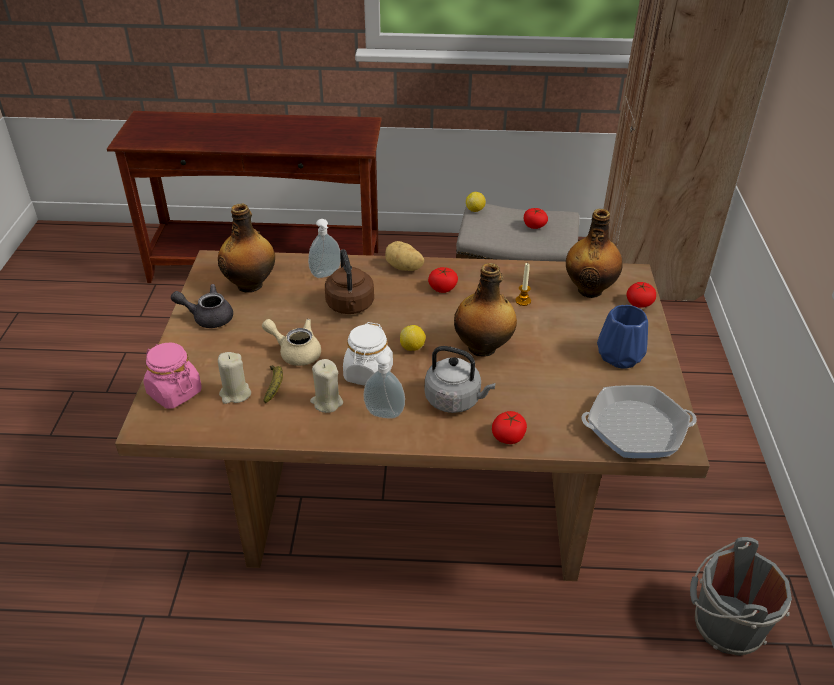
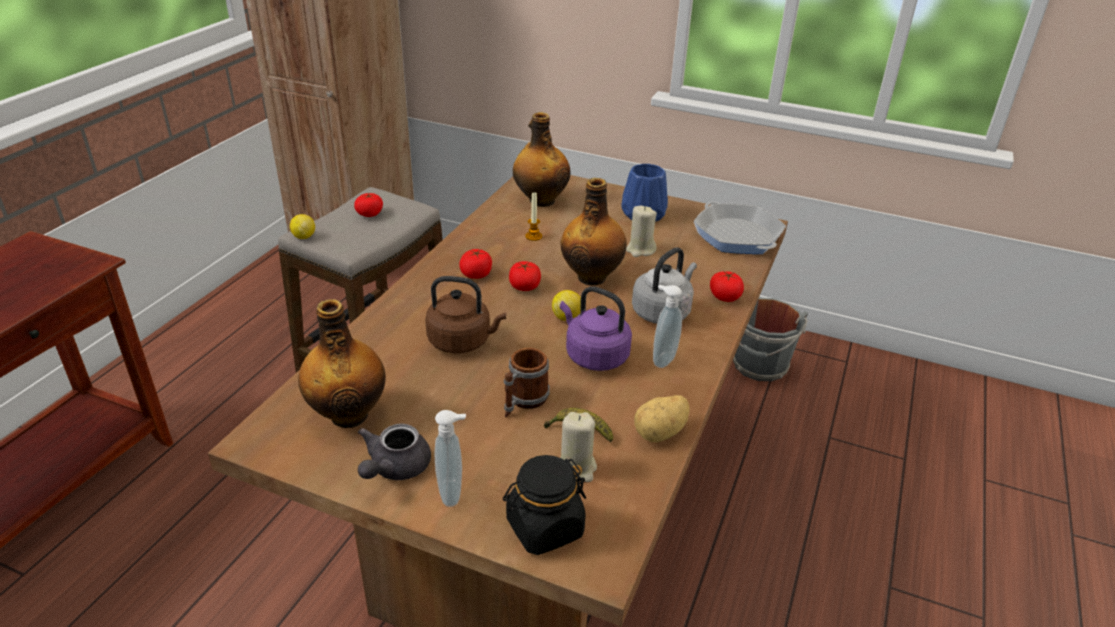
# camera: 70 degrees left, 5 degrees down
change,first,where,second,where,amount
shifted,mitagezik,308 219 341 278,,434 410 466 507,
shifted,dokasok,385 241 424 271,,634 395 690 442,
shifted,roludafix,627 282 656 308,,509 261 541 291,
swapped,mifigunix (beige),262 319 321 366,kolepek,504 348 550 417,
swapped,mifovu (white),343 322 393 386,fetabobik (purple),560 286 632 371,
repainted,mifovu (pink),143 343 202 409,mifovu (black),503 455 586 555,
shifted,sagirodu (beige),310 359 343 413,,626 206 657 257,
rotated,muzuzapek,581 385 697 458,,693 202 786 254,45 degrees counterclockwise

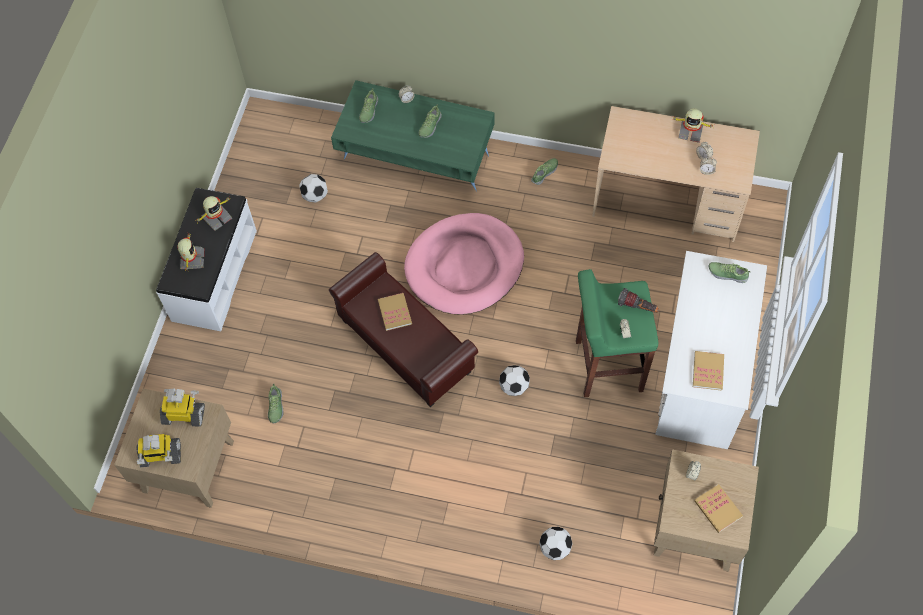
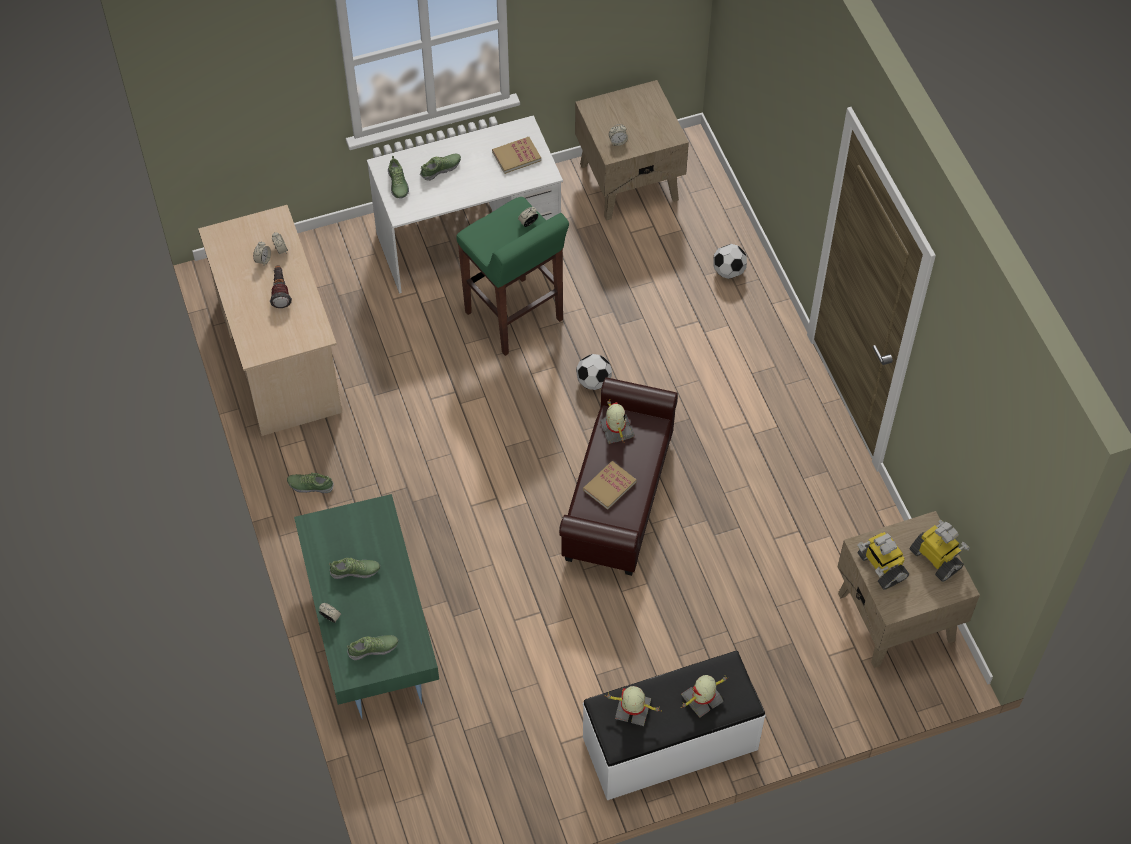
# camera: 125 degrees left, 5 degrees down
change,first,where,second,where,amount
shifted,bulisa,673 108 714 143,,600 399 635 444,
gone,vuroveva,299 174 328 202,,,
gone,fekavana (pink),404 213 524 315,,,
shifted,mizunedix,618 288 659 312,,270 265 292 308,
shifted,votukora,268 383 283 423,,420 154 461 181,
gone,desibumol,694 484 743 533,,,

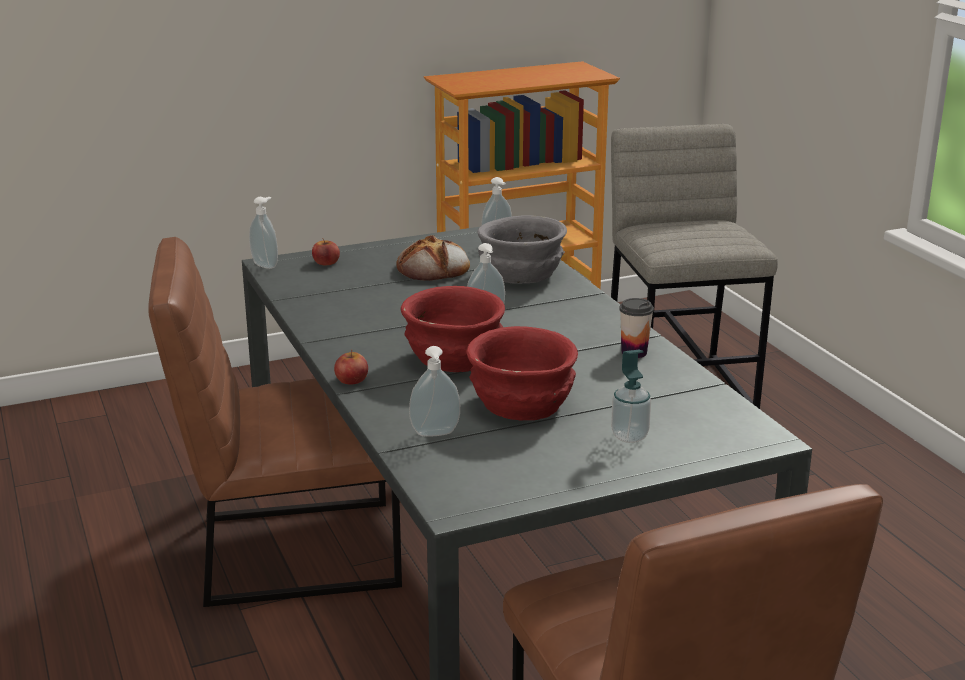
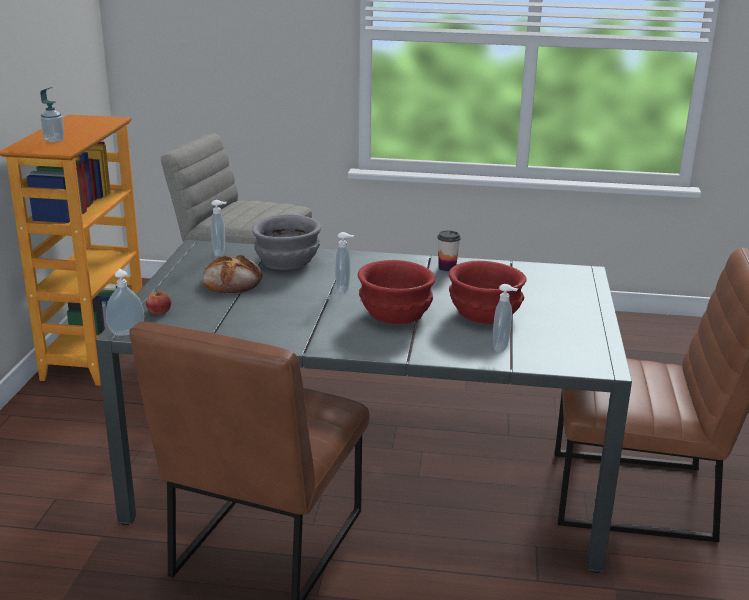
# camera: 60 degrees left, 0 degrees up
change,first,where,second,where,amount
gone,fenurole,334 350 368 384,,,
shifted,mitagezik,611 350 651 443,,40 87 64 142,

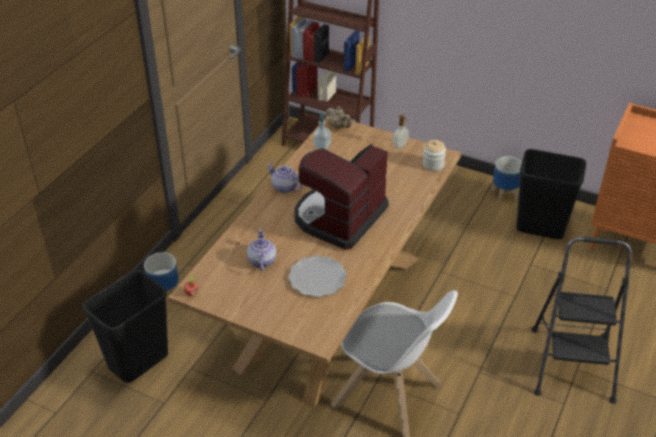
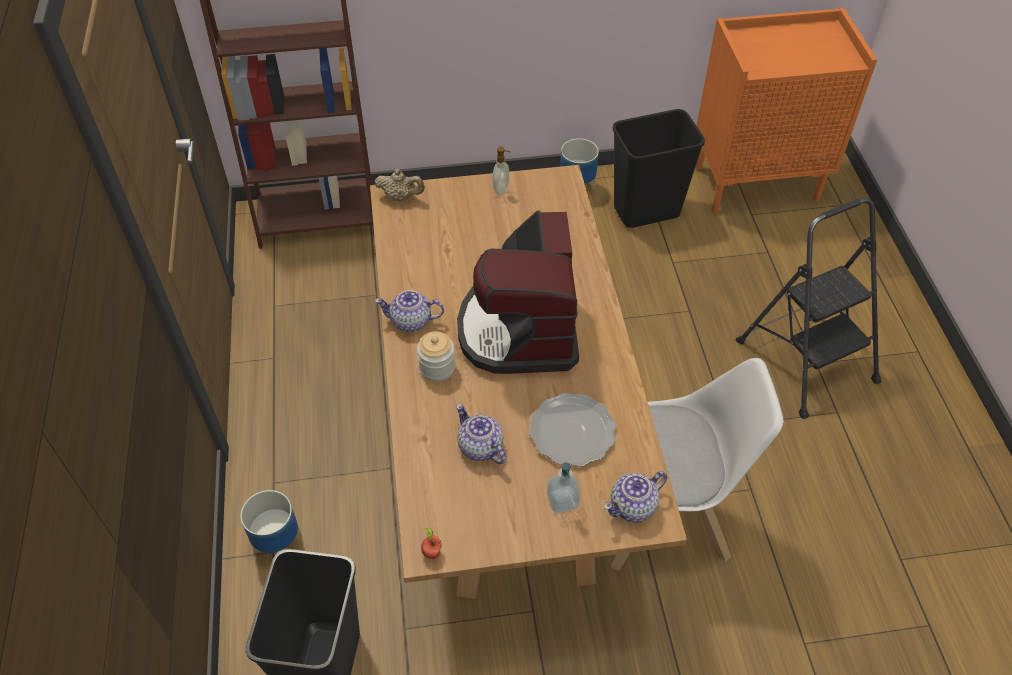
# camera: 35 degrees left, 10 degrees up
change,first,where,second,where,amount
shifted,mitagezik,313 115 331 150,,547 462 581 514,
shifted,mifovu,423 140 446 171,,417 331 455 382,
new,,,mifigunix,604 471 667 522,

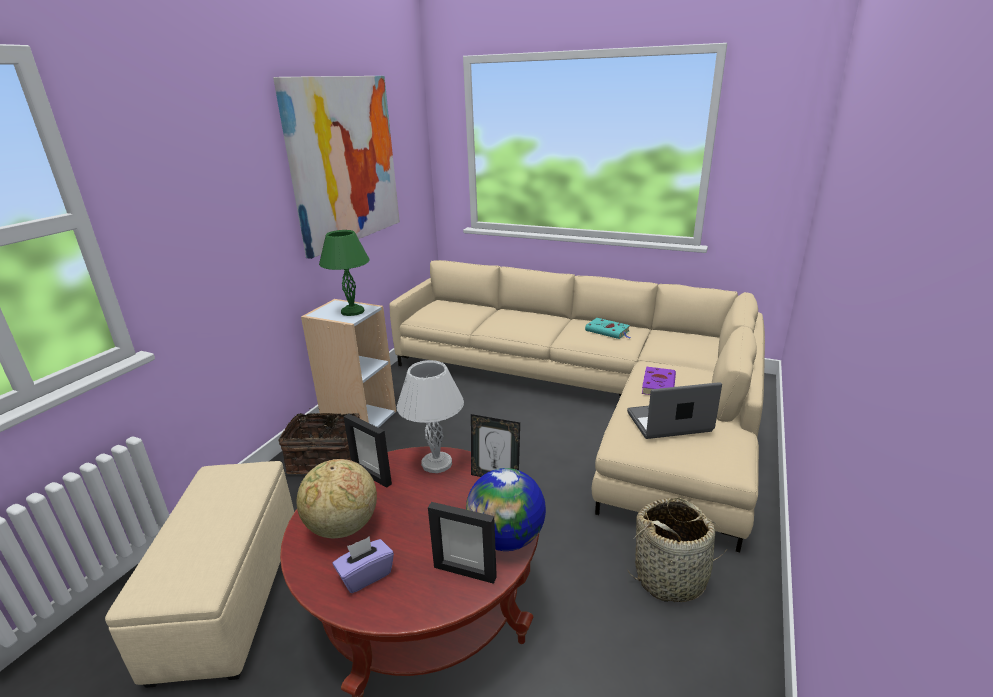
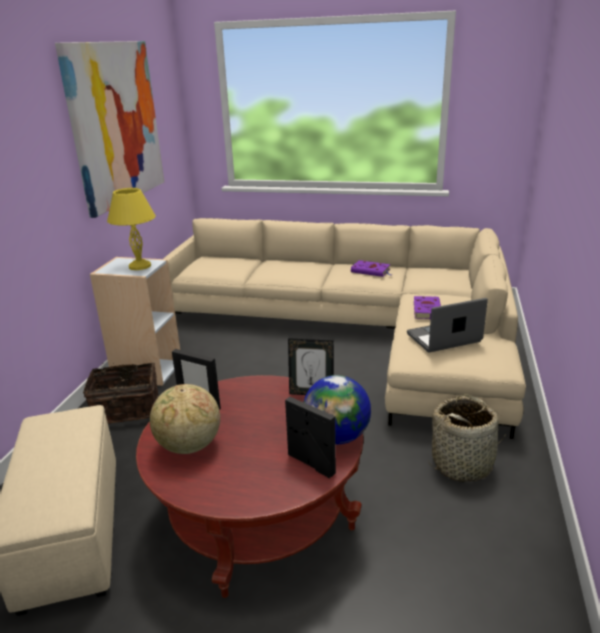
# camera: 10 degrees left, 0 degrees up
change,first,where,second,where,amount
repainted,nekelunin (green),319 230 370 316,nekelunin (yellow),107 188 156 270,
repainted,desibumol (turquoise),585 318 631 339,desibumol (purple),351 260 392 277,
gone,nekelunin (white),397 360 464 473,,,
rotated,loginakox,428 502 497 584,,285 397 336 478,150 degrees counterclockwise
gone,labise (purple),333 536 394 593,,,

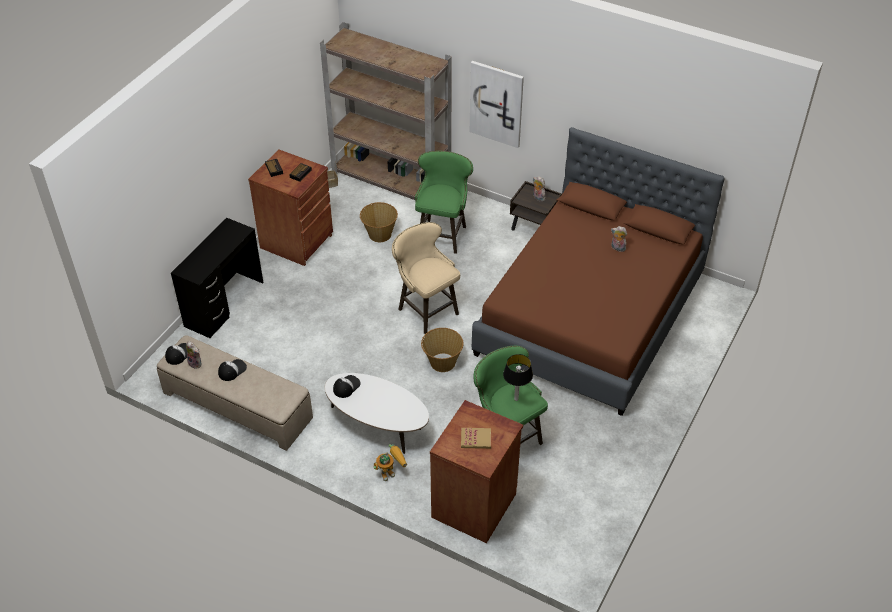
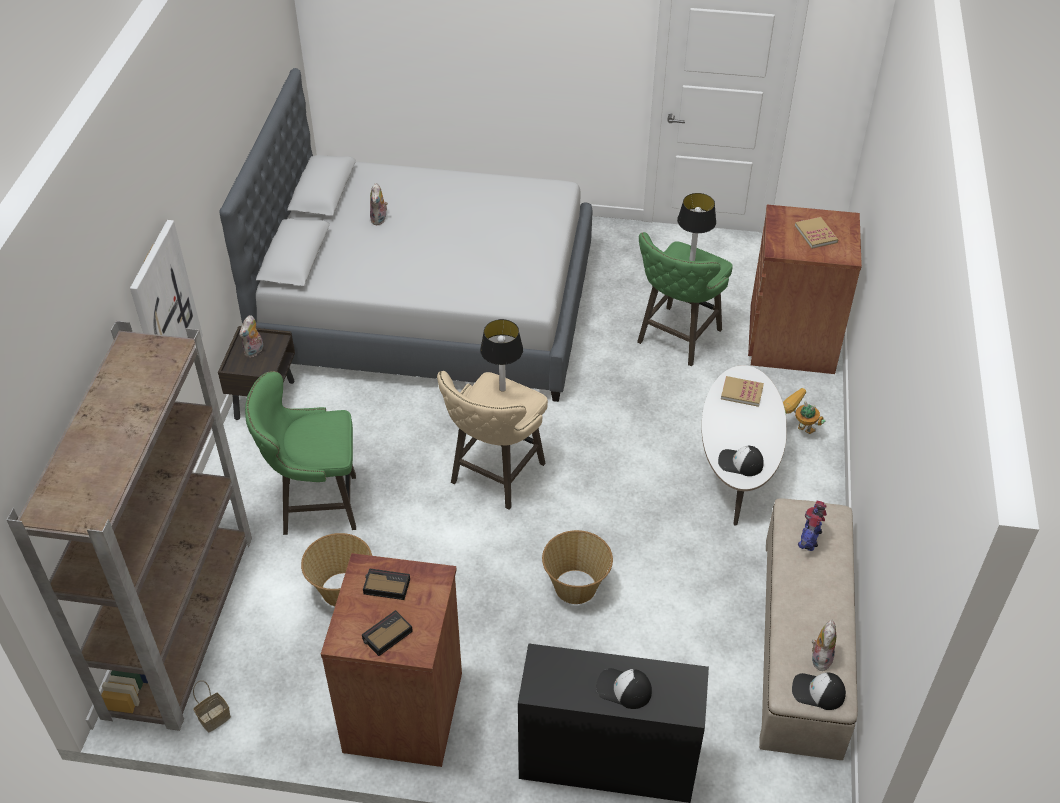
# camera: 110 degrees left, 0 degrees up
change,first,where,second,where,amount
repainted,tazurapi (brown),472 127 725 416,tazurapi (grey),219 68 592 402,
shifted,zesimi,421 328 463 372,,542 530 613 604,
shifted,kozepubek,218 359 247 381,,596 668 652 709,
new,,,nekelunin,480 319 523 392,
new,,,desibumol,721 376 764 407,
new,,,bulisa,798 501 827 551,

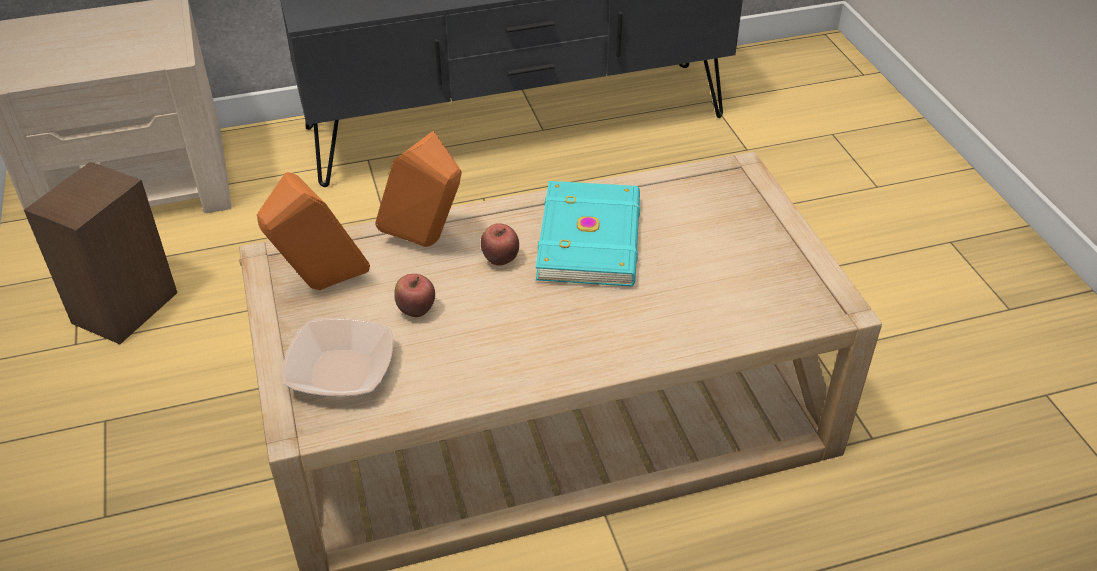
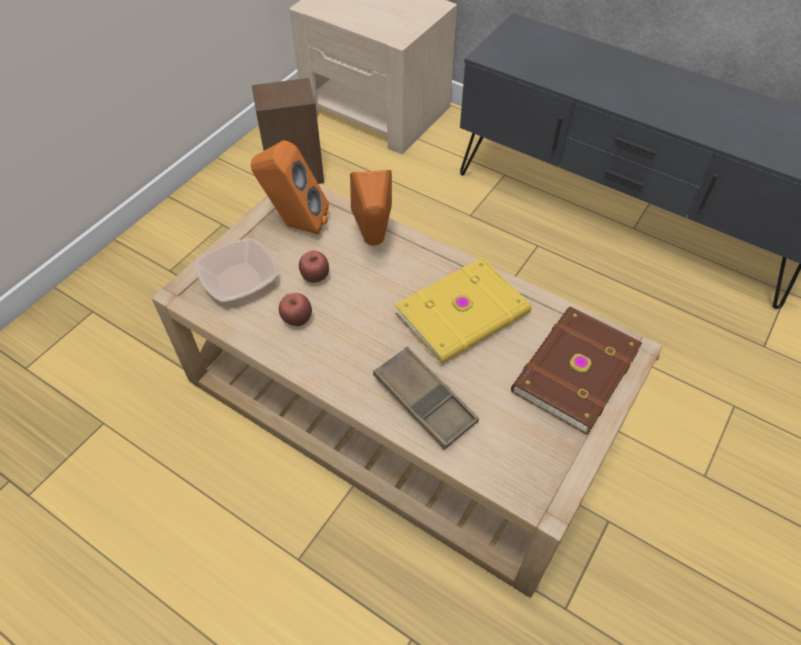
# camera: 50 degrees right, 10 degrees up
change,first,where,second,where,amount
repainted,desibumol (turquoise),536 181 640 286,desibumol (yellow),395 257 531 365,
shifted,fenurole,481 223 519 266,,279 293 312 326,
new,,,desibumol (brown),511 307 642 435,
new,,,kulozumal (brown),373 346 479 450,

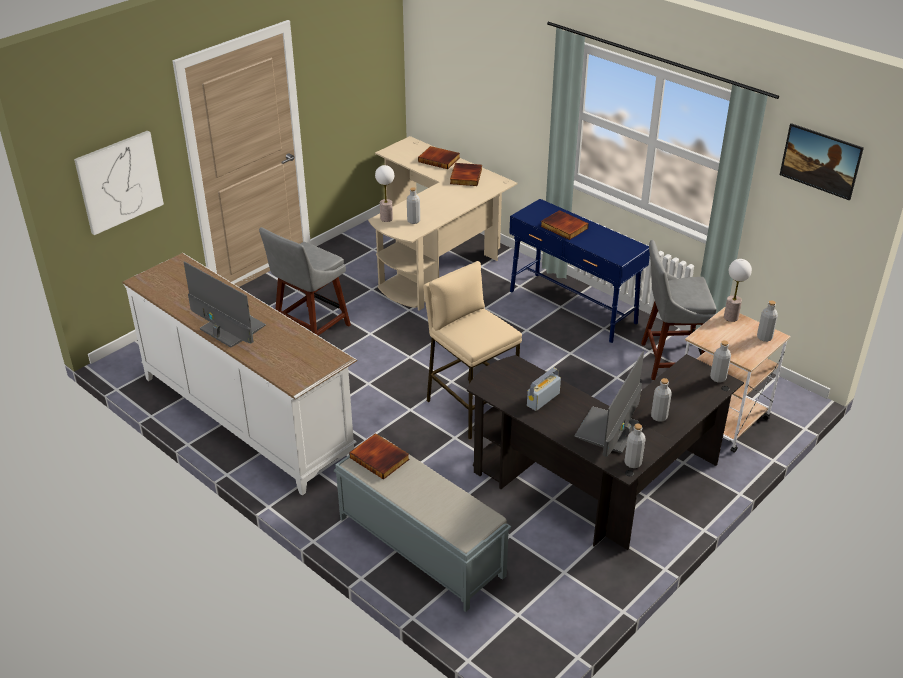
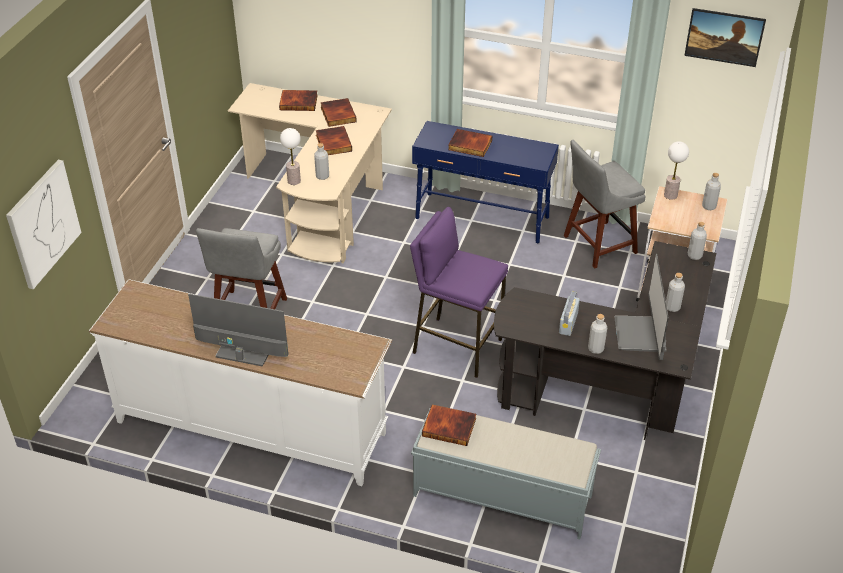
# camera: 25 degrees left, 5 degrees up
change,first,where,second,where,amount
repainted,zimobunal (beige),423 261 522 440,zimobunal (purple),410 207 508 378,
shifted,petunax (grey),624 424 646 468,,588 314 607 354,
new,,,desibumol,316 126 352 155,

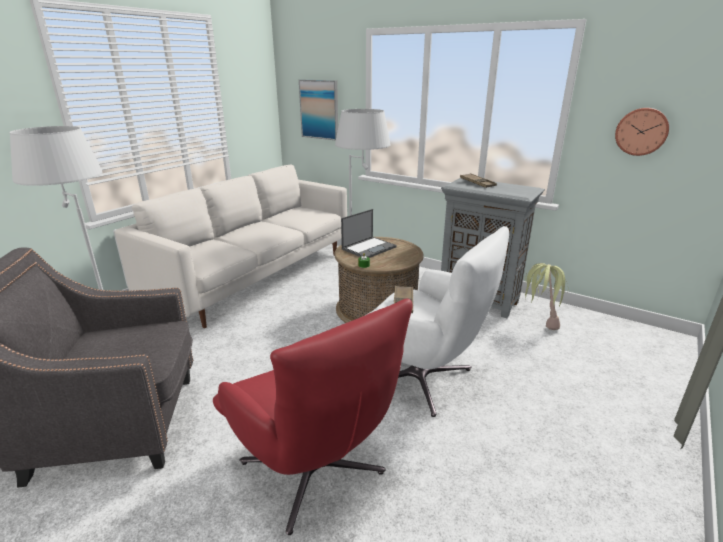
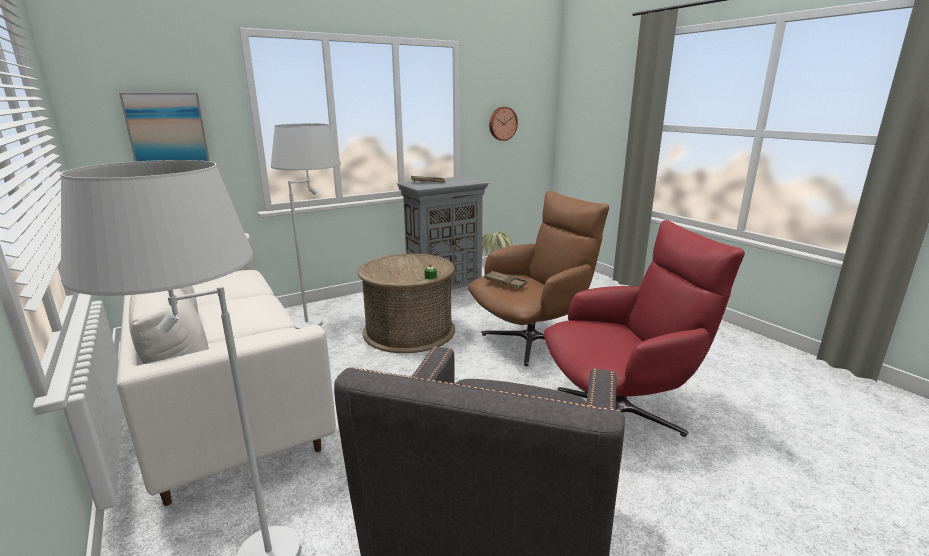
# camera: 65 degrees left, 5 degrees down
change,first,where,second,where,amount
gone,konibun,341 209 397 258,,,
repainted,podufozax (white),366 226 509 417,podufozax (brown),468 191 609 366,

